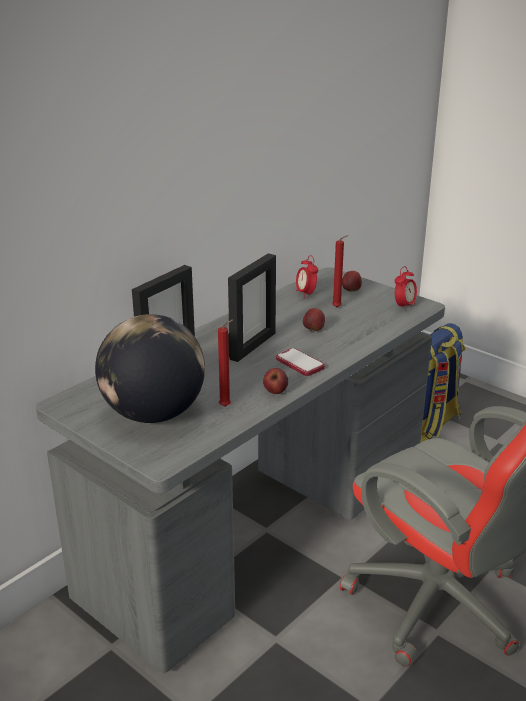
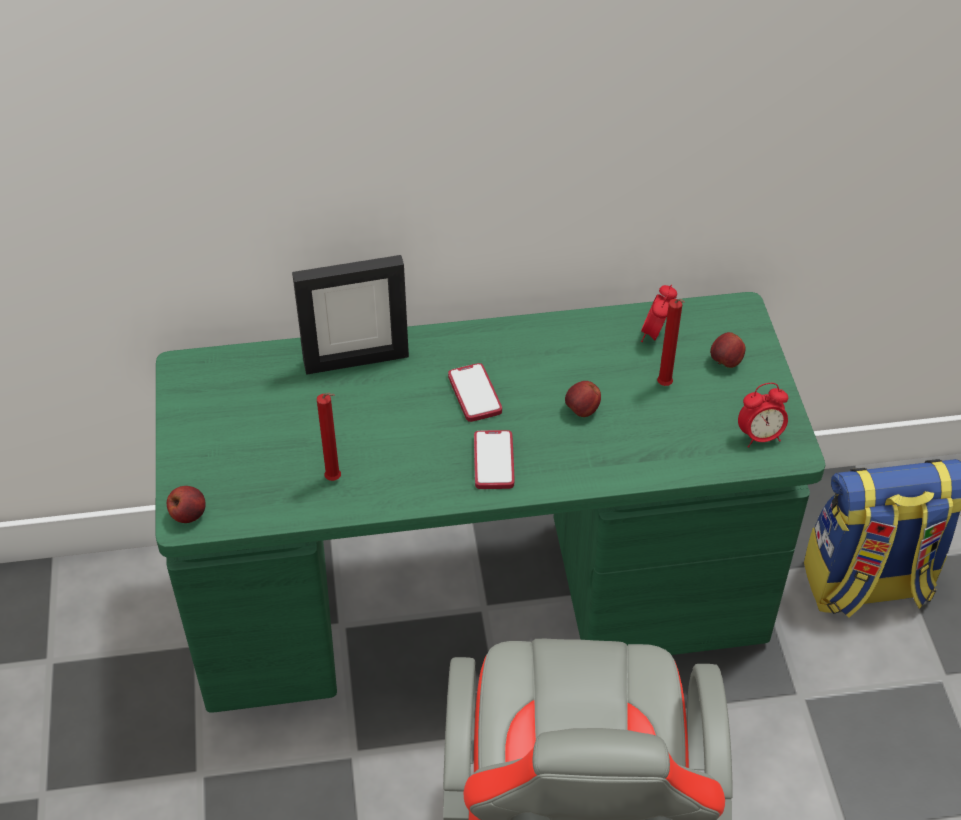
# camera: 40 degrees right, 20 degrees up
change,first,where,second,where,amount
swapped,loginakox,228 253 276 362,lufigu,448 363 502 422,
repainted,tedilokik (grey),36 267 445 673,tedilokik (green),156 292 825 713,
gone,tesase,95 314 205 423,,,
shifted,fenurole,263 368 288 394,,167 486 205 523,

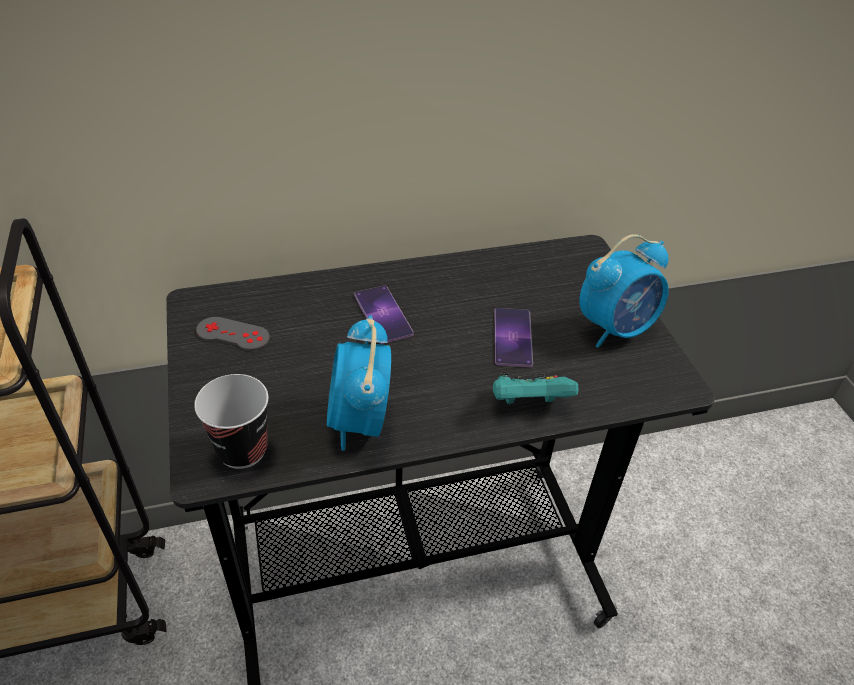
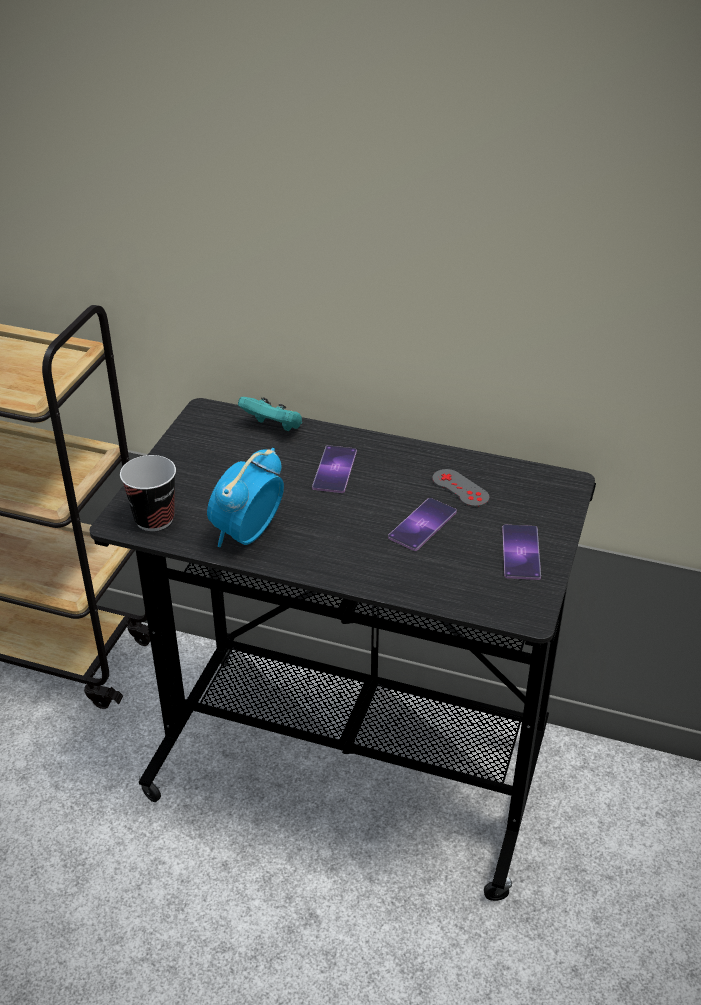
# camera: 35 degrees right, 5 degrees down
change,first,where,second,where,amount
swapped,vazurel,580 234 669 348,lufigu,502 525 541 580,
shifted,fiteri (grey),196 317 270 351,,432 469 490 507,
shifted,fiteri (turquoise),493 372 578 404,,238 397 302 431,

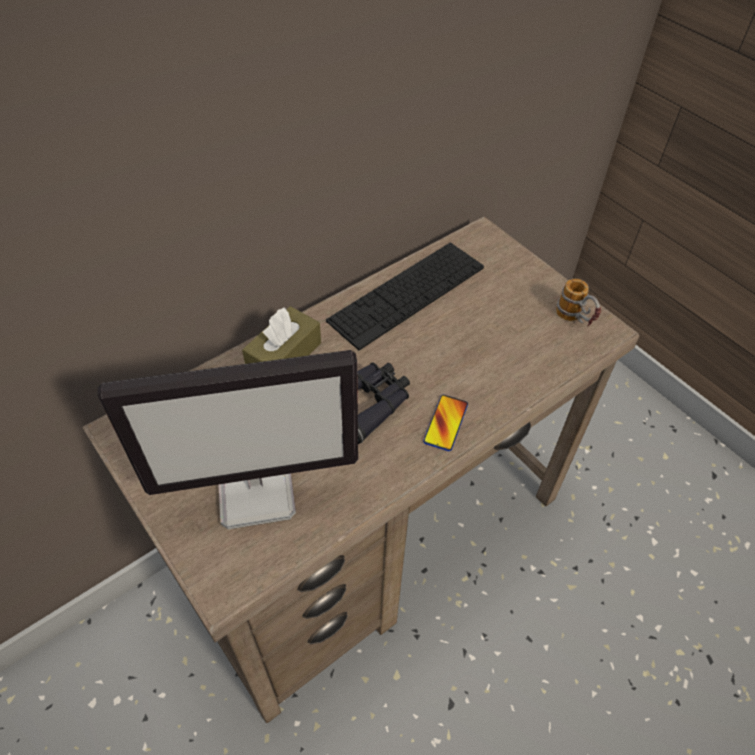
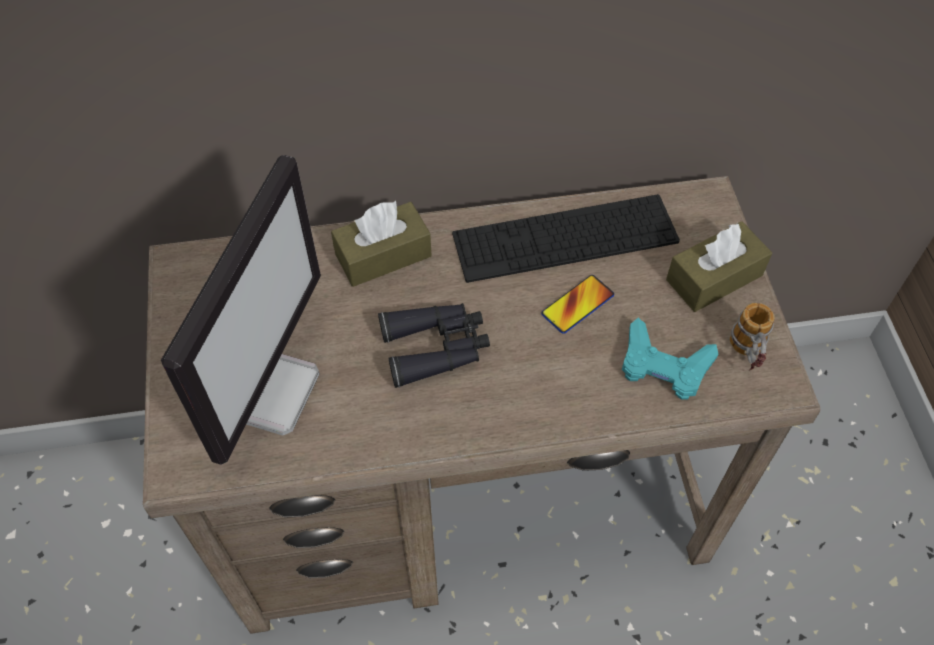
# camera: 30 degrees right, 5 degrees up
change,first,where,second,where,amount
rotated,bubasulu,97 350 358 529,,161 155 321 465,90 degrees counterclockwise
shifted,lufigu,423 395 468 451,,541 275 614 334,
new,,,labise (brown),666 222 772 312,
new,,,fiteri (turquoise),622 318 718 400,

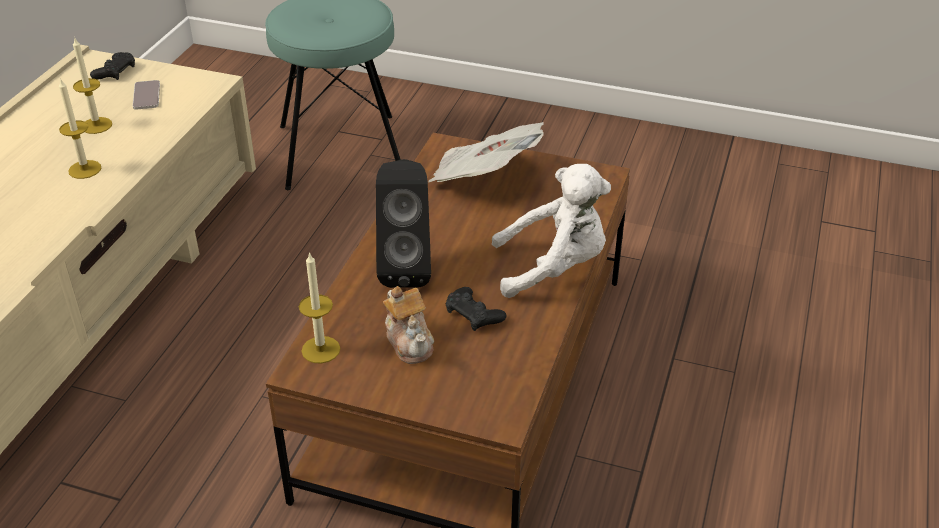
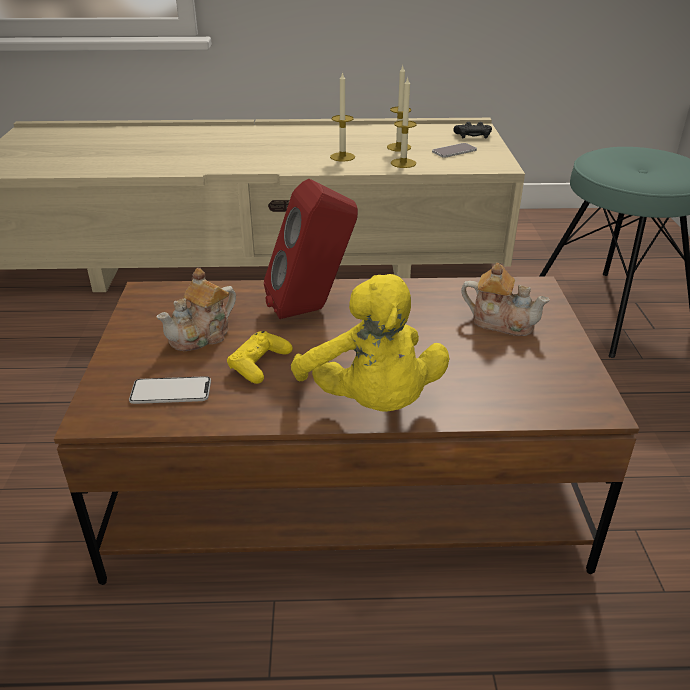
# camera: 70 degrees right, 5 degrees down
change,first,where,second,where,amount
swapped,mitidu,428 122 544 182,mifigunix,461 263 550 336,
repainted,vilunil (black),376 159 431 288,vilunil (red),264 179 358 319,
repainted,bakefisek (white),492 164 611 298,bakefisek (yellow),291 274 449 412,
shifted,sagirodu,299 252 340 364,,391 76 417 168,
repainted,fiteri (black),446 287 506 331,fiteri (yellow),227 331 293 384,
new,,,lufigu,129 376 211 404,

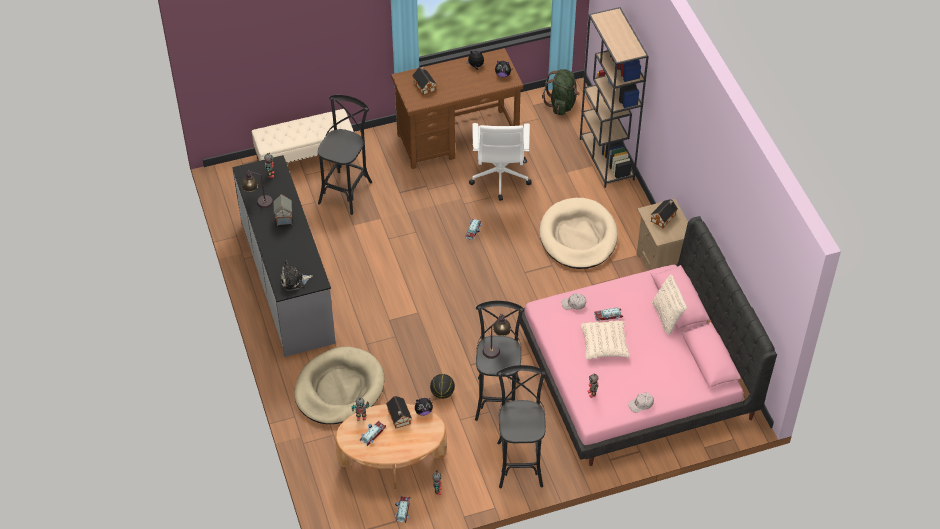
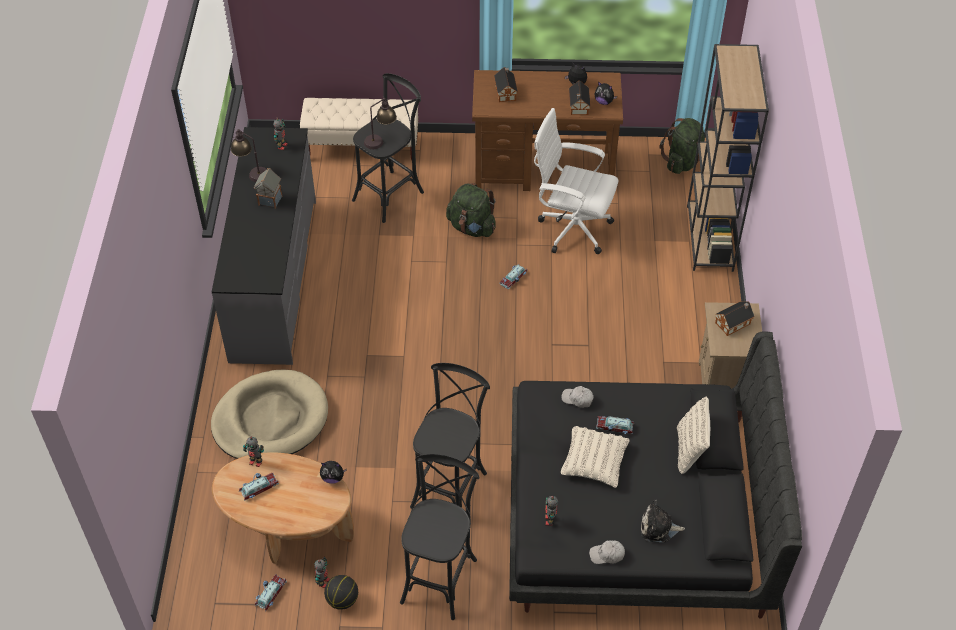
# camera: 20 degrees right, 0 degrees up
change,first,where,second,where,amount
rotated,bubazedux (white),469 123 531 201,,534 108 618 254,90 degrees clockwise
gone,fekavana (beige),539 198 618 269,,,
repainted,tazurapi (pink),520 216 777 466,tazurapi (black),509 331 802 619,
shifted,bakefisek,281 260 313 291,,640 499 685 542,
shifted,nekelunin,483 313 511 359,,364 97 397 149,
shifted,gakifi,430 374 455 399,,324 575 358 610,
shifted,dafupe,386 396 412 429,,569 81 591 115,
new,,,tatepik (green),446 183 496 237,

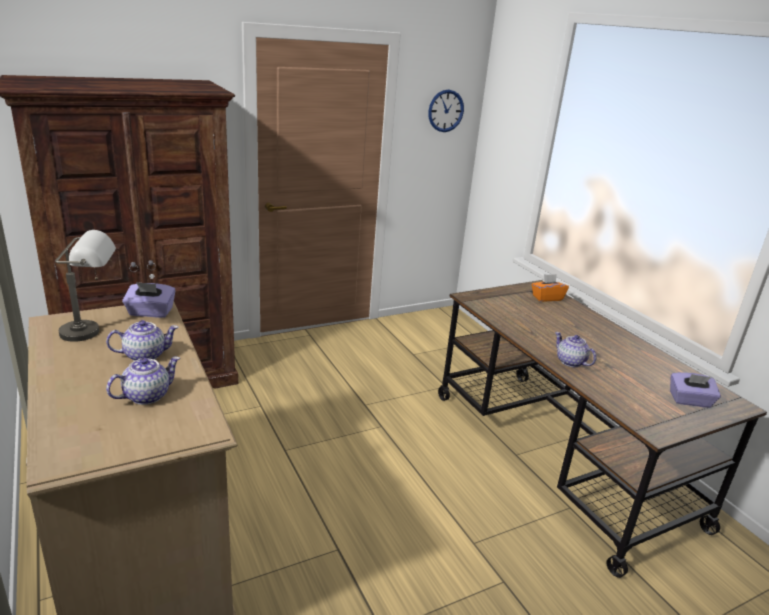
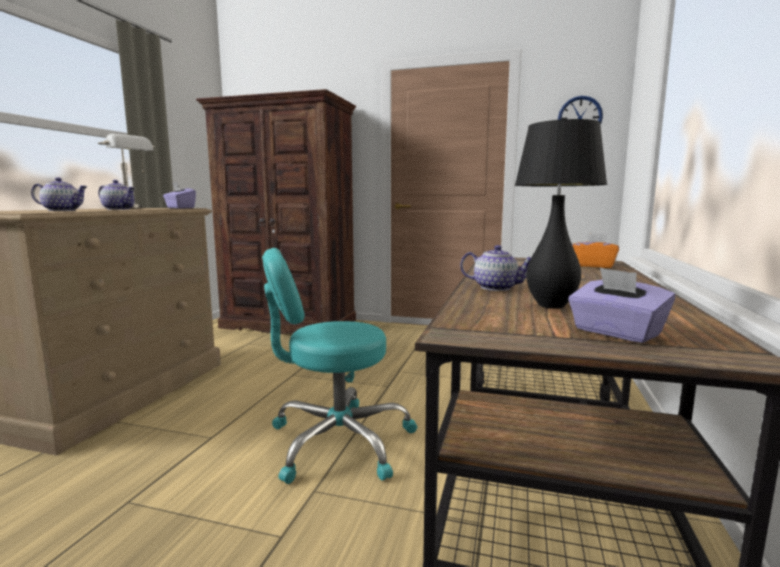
# camera: 45 degrees right, 15 degrees down
change,first,where,second,where,amount
rotated,mifigunix,555 332 596 367,,460 245 532 291,105 degrees clockwise
new,,,nekelunin (black),515 119 607 309,
new,,,bubazedux (turquoise),262 248 417 484,

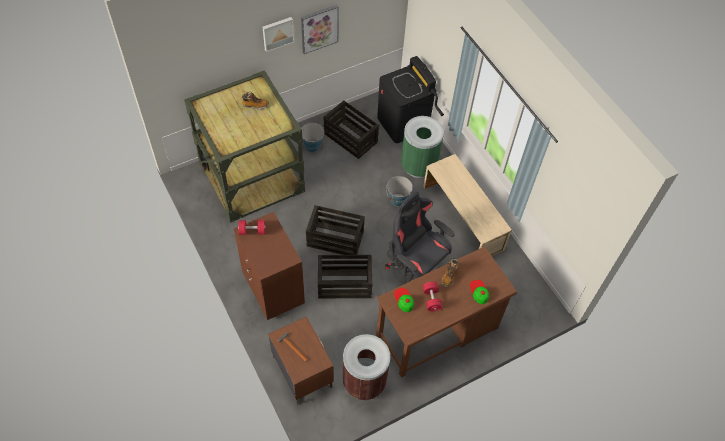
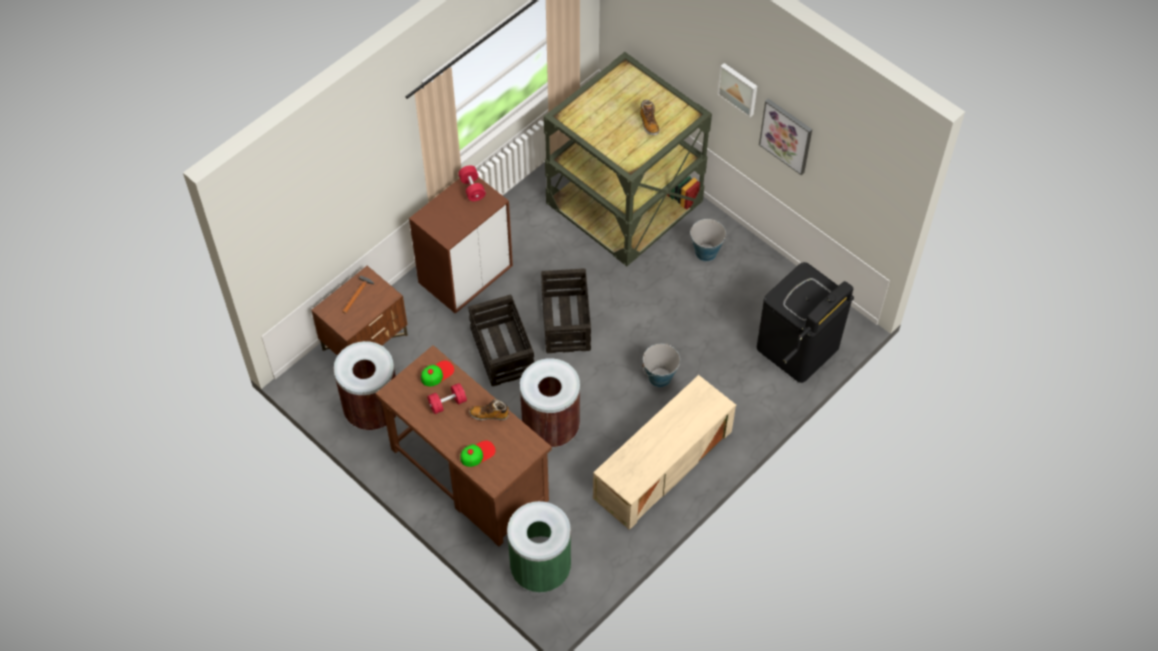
# camera: 75 degrees right, 0 degrees up
change,first,where,second,where,amount
gone,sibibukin,324 100 379 159,,,
shifted,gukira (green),401 116 444 178,,507 501 571 593,
swapped,bubazedux (black),385 192 454 283,gukira (brown),520 358 580 448,

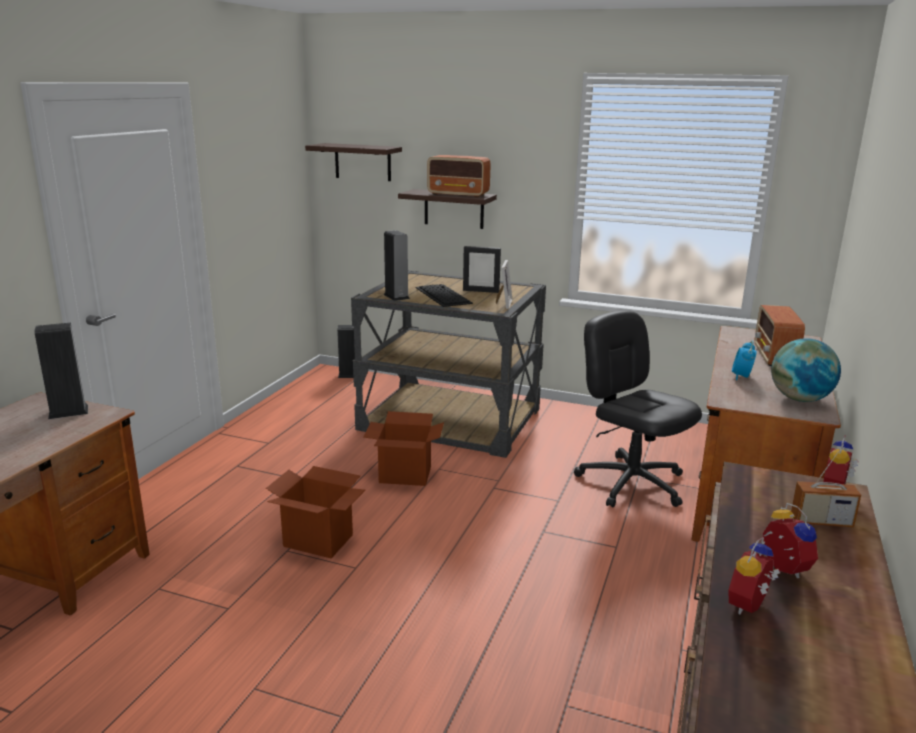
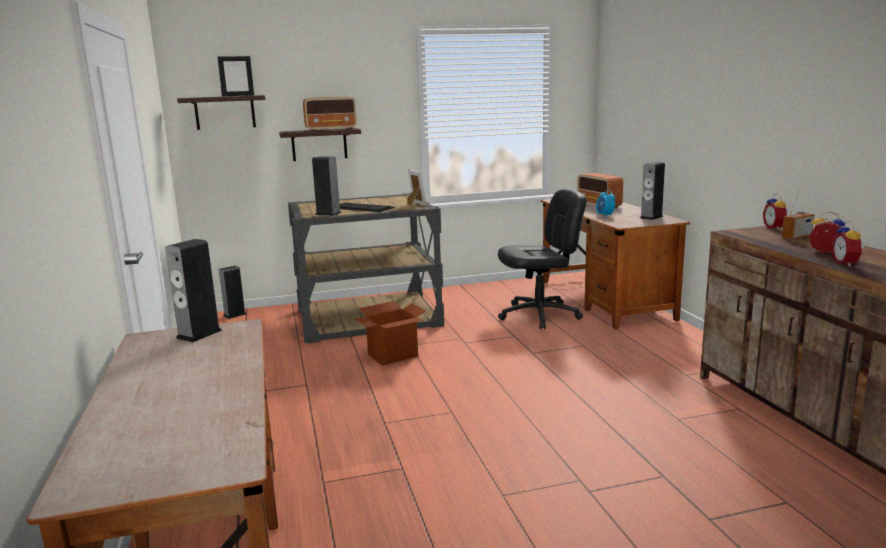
# camera: 35 degrees left, 5 degrees down
change,first,where,second,where,amount
shifted,loginakox,463 246 501 293,,217 56 254 96,
rotated,bubazedux (black),574 311 702 507,,498 189 587 329,150 degrees clockwise
swapped,tesase,771 338 841 402,vilunil,640 162 665 220,
gone,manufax,266 466 365 558,,,

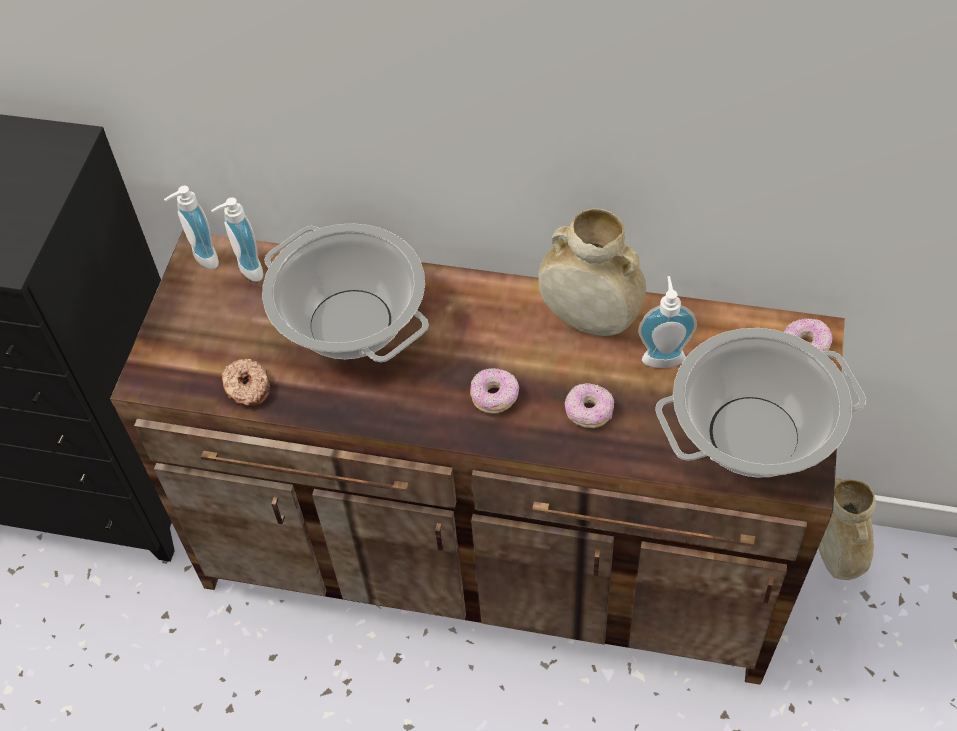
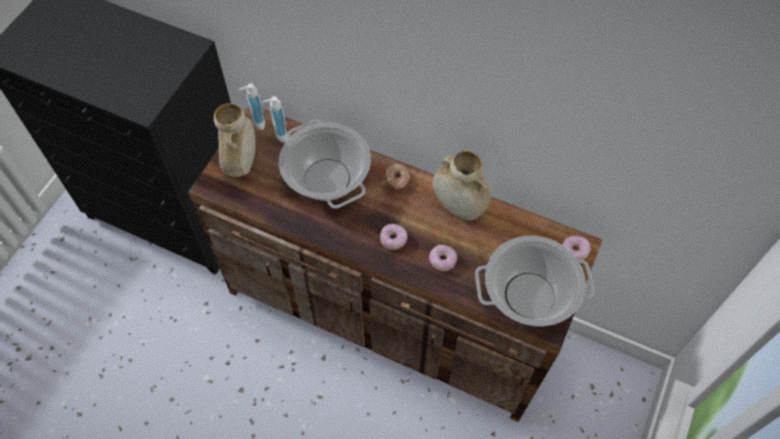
# camera: 10 degrees right, 5 degrees up
change,first,where,second,where,amount
gone,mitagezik,638 276 697 368,,,
shifted,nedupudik,221 359 270 406,,385 164 410 190,
shifted,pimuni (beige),818 478 876 580,,214 103 256 177,

